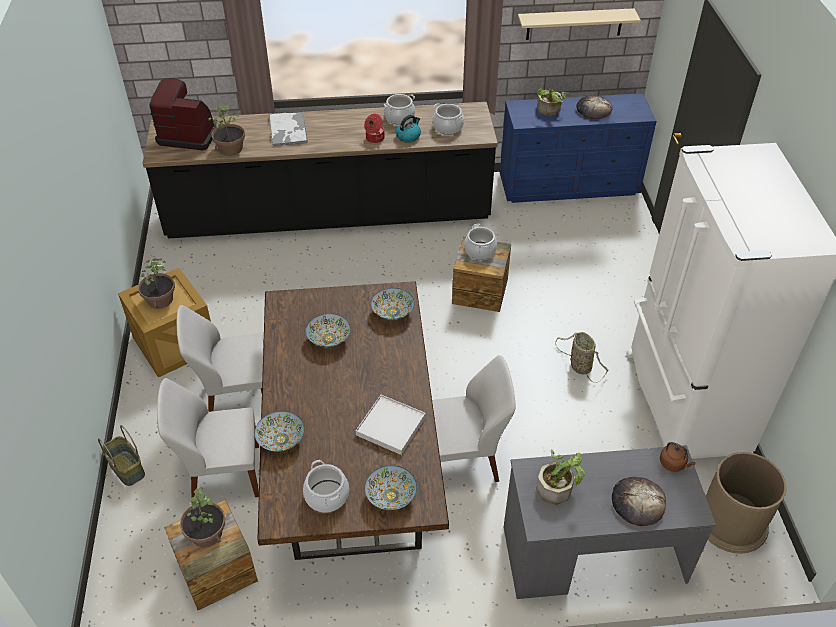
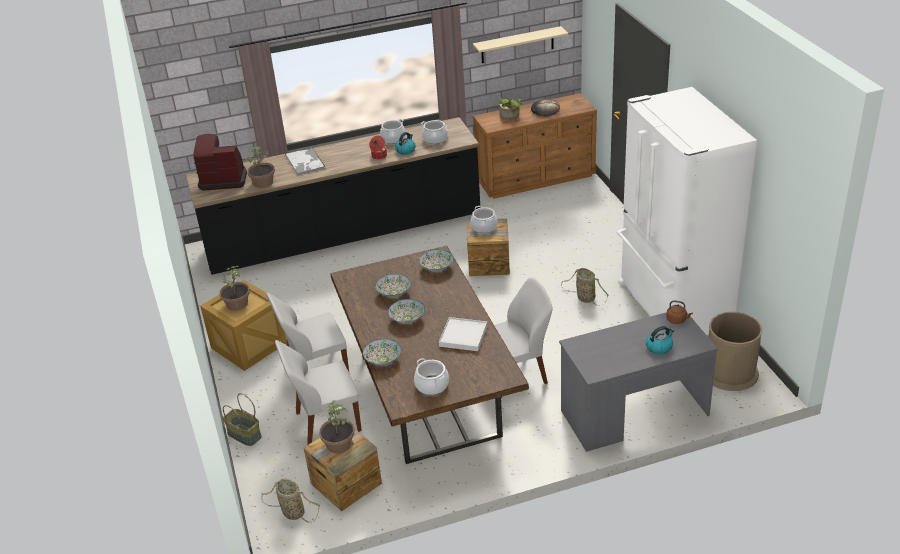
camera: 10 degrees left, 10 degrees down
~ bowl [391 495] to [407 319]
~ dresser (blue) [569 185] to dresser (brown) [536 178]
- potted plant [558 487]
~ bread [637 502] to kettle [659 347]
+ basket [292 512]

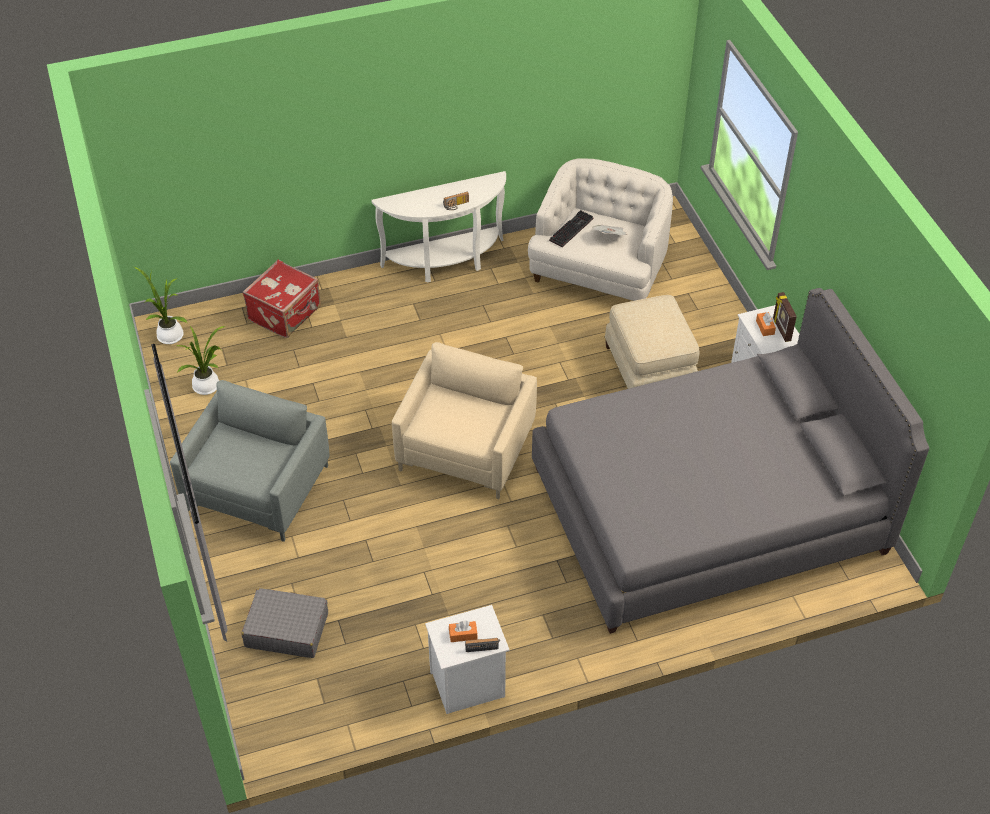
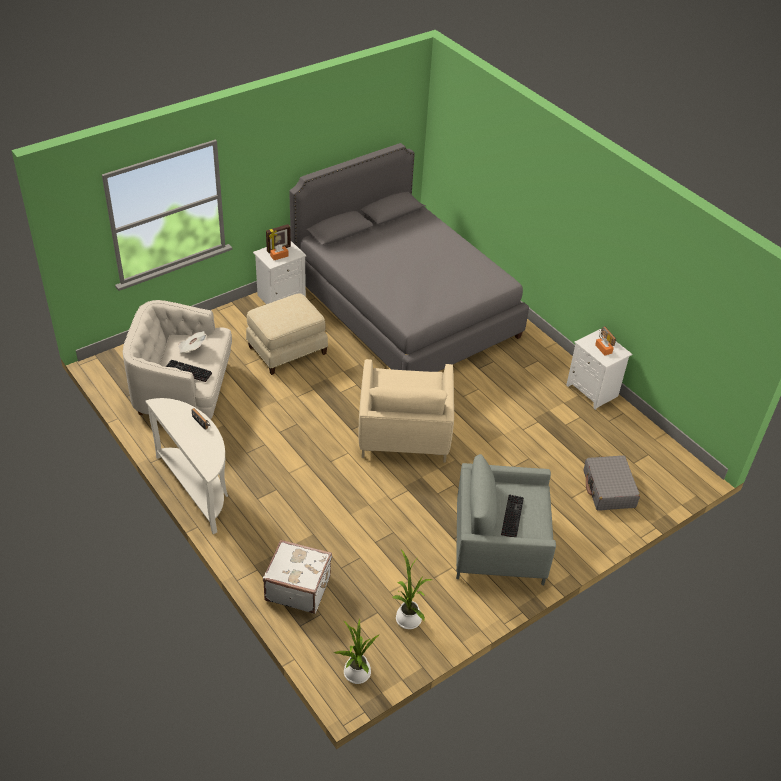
camera: 110 degrees left, 5 degrees down
~ suitcase (red) [286 314] to suitcase (white) [298 587]
~ armchair (beige) [466 448] = [404 431] 90 degrees counterclockwise
+ keyboard [511 516]

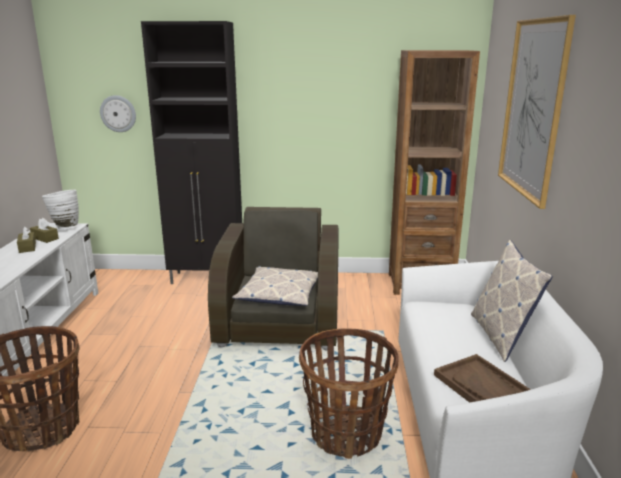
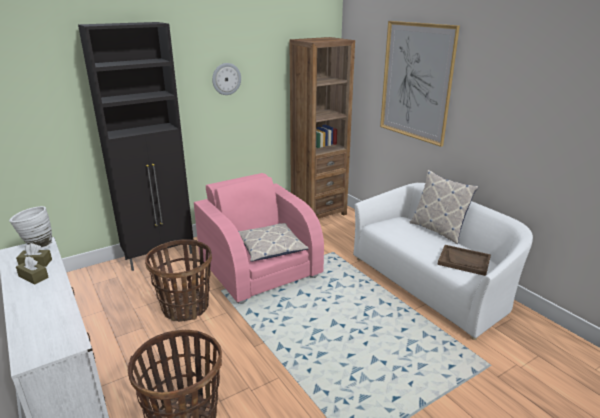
camera: 35 degrees left, 5 degrees up
~ wall clock [118 113] to [226 79]
~ armchair (brown) [280 320] to armchair (pink) [259 268]
~ basket [346 433] to [185 307]

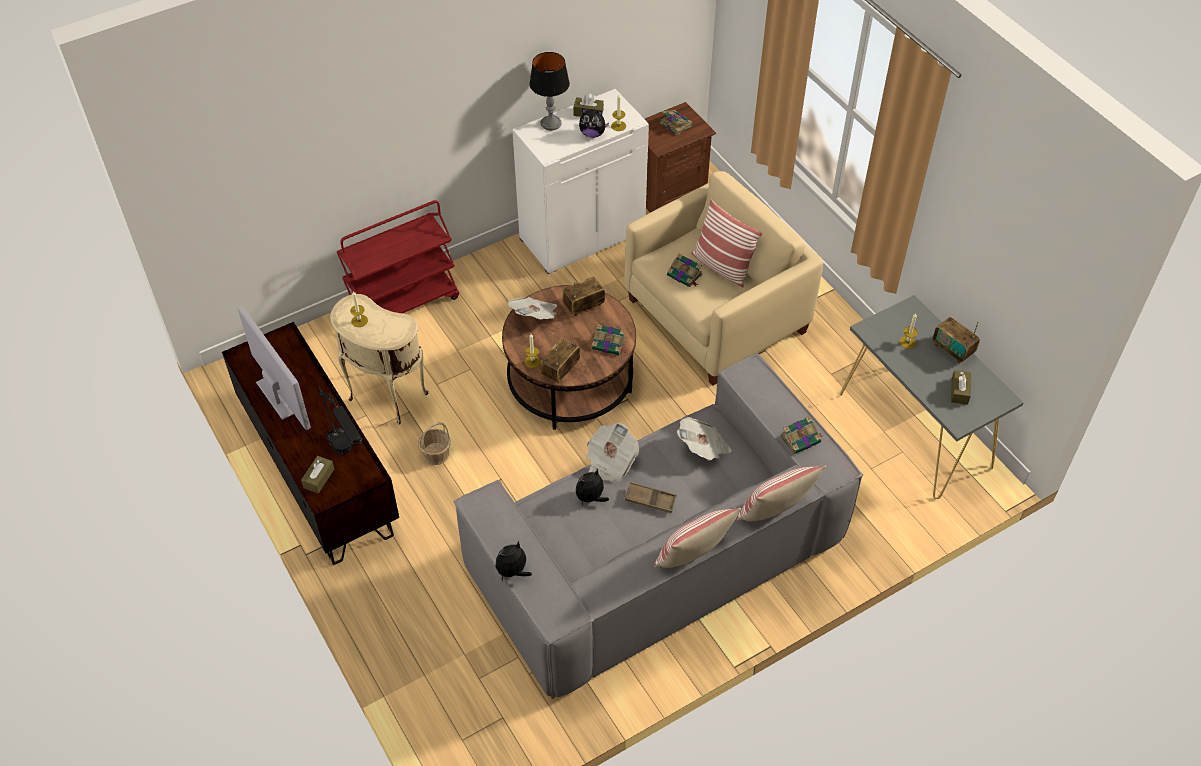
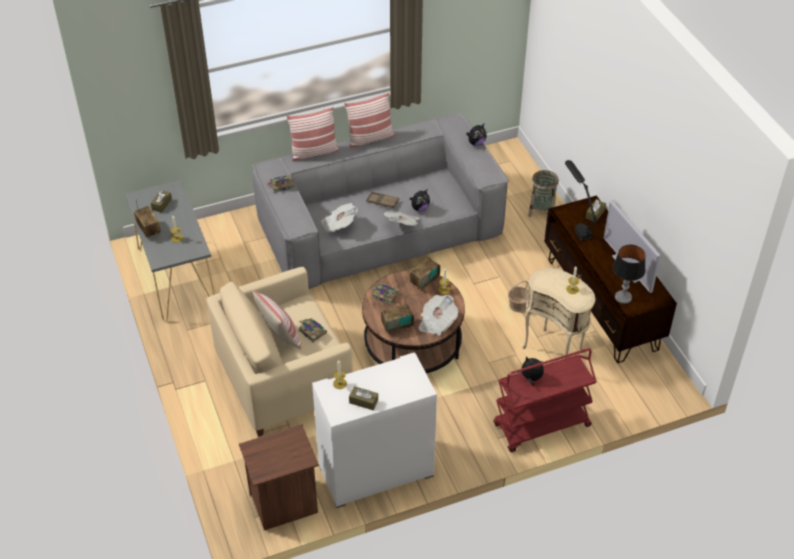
camera: 170 degrees left, 5 degrees down
~ table lamp [550 123] to [623 297]
~ plush toy [592 134] to [531 378]
- book [675 124]
+ basket [541 210]

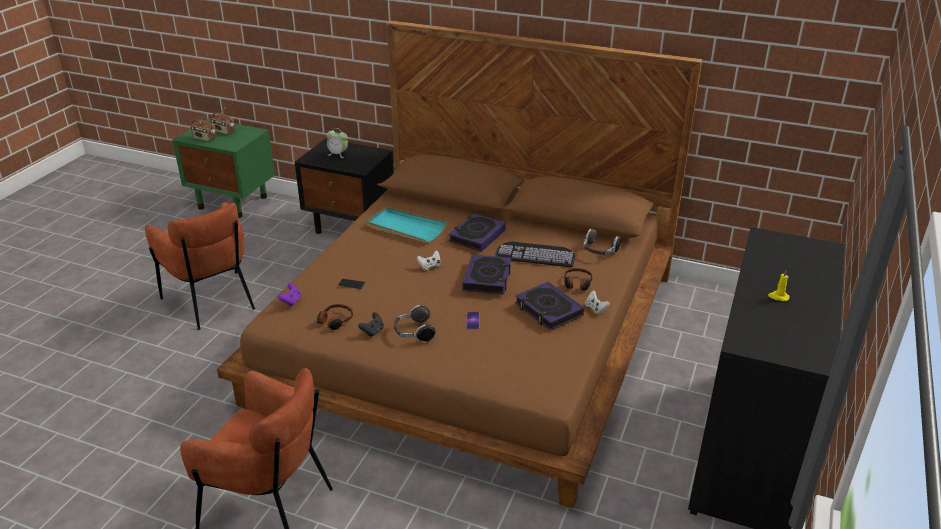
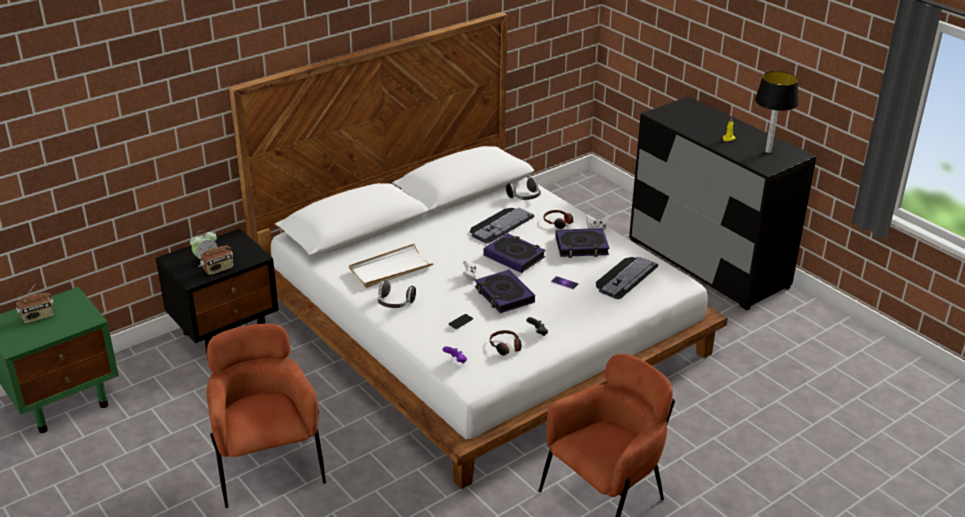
camera: 60 degrees left, 0 degrees up
~ armchair (brown) [213 302] = [267 466] 105 degrees counterclockwise
~ radio [204 138] to [218 269]
~ bed (brown) [470 335] to bed (white) [481 327]
~ tray (turquoise) [405 227] to tray (white) [390 269]
~ headphones [414 333] to [395 304]
~ book [477 236] to [504 295]
+ keyboard [624 276]
+ table lamp [768 151]

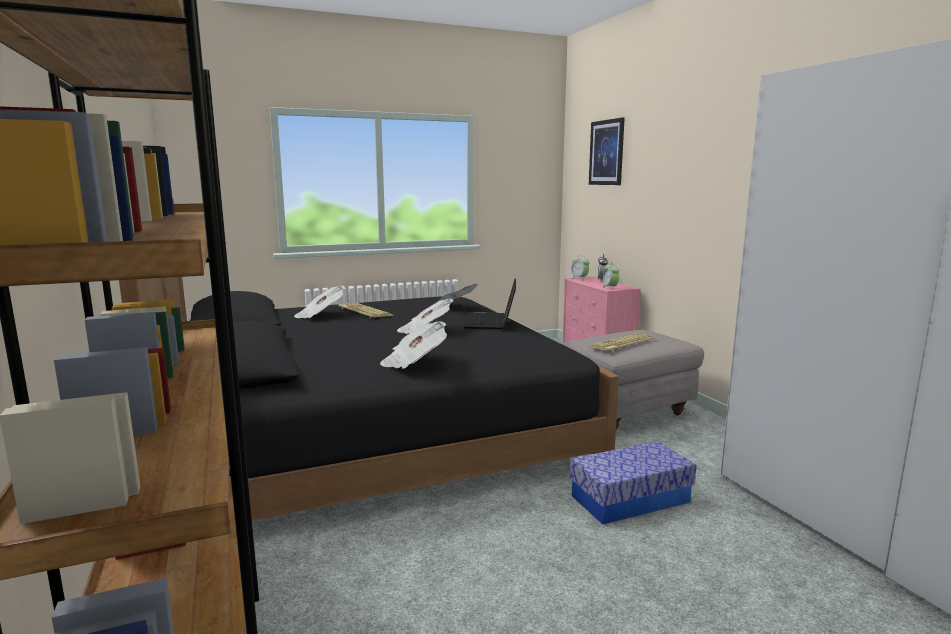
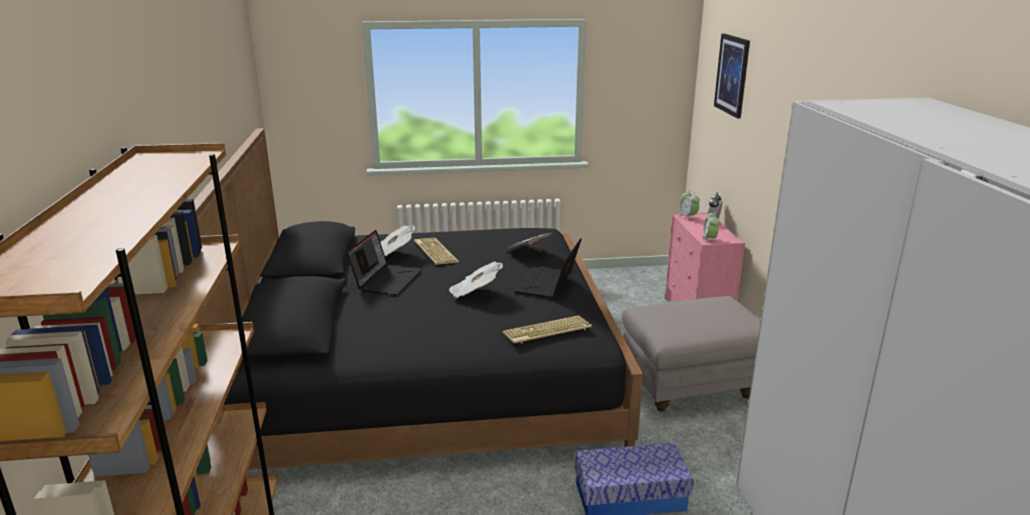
camera: 15 degrees right, 10 degrees up
- newspaper [414 362]
~ keyboard [622 344] to [547 331]
+ laptop [387 280]

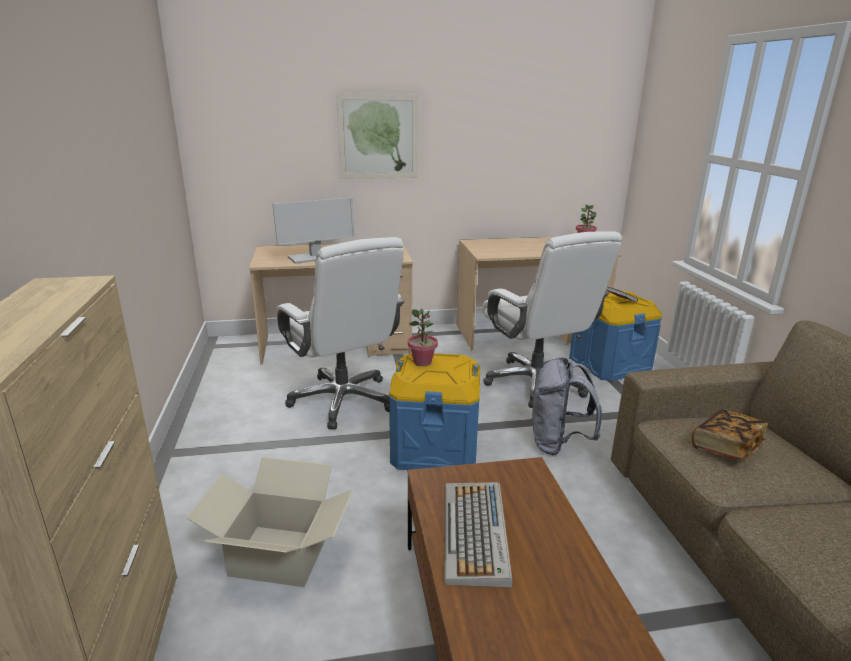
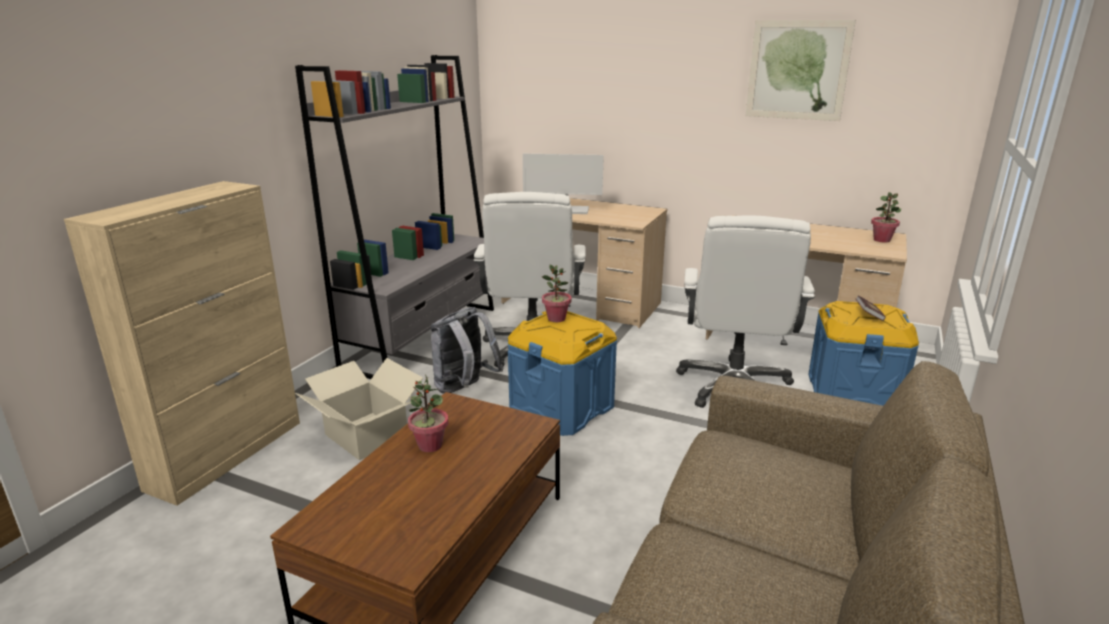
camera: 35 degrees right, 0 degrees up
~ picture [378 137] to [797 70]
~ keyboard [476 533] to potted plant [430 445]
~ backpack (grey) [558 444] to [464 389]
- book [726 447]
+ bookcase (grey) [423 337]

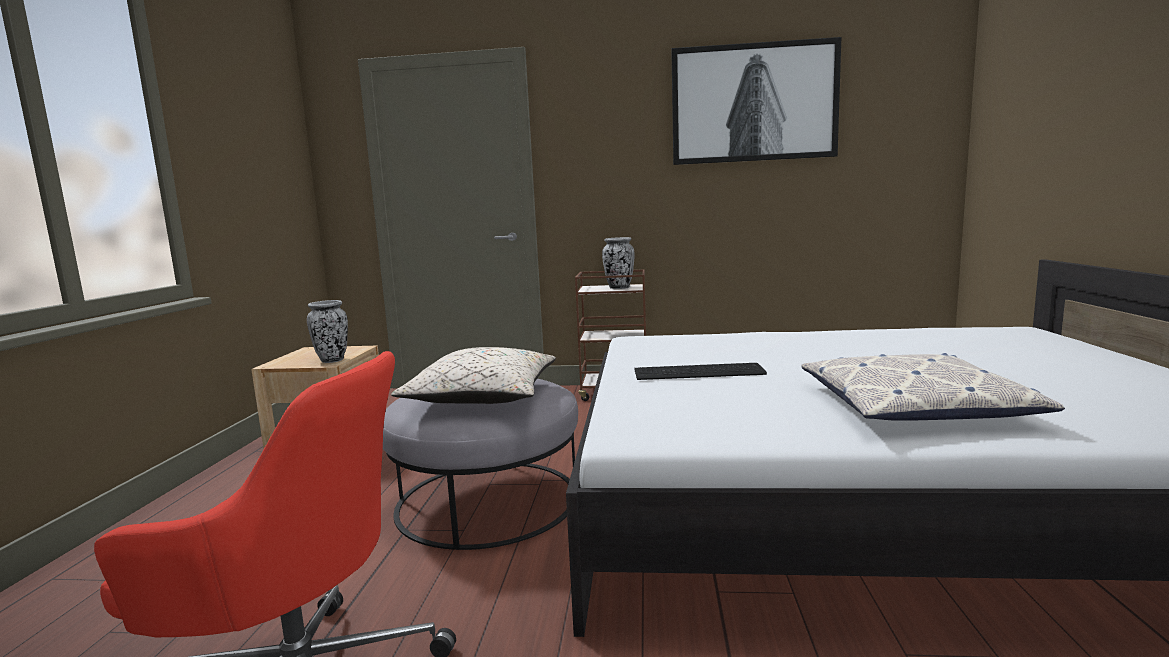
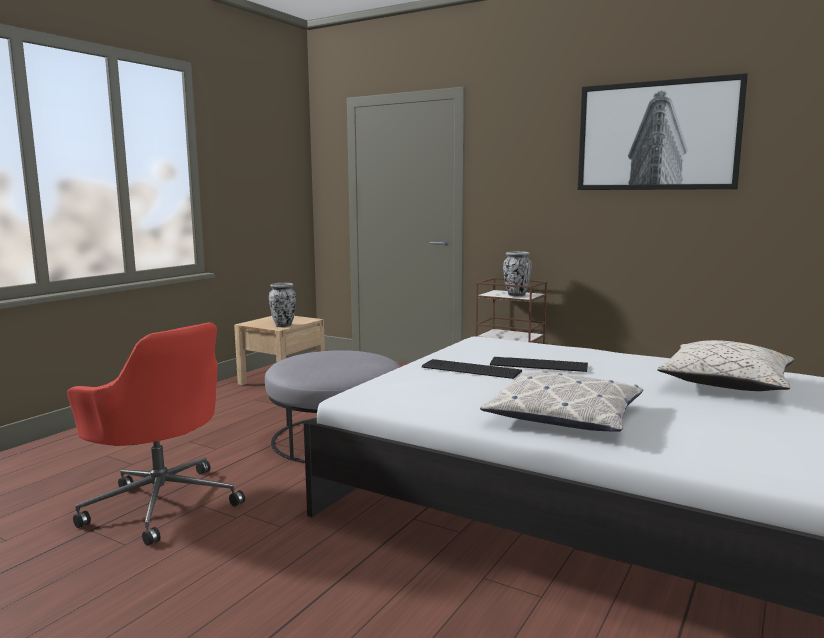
camera: 25 degrees right, 0 degrees up
~ pillow (beige) [484 397] to [726 383]
+ keyboard [537 364]

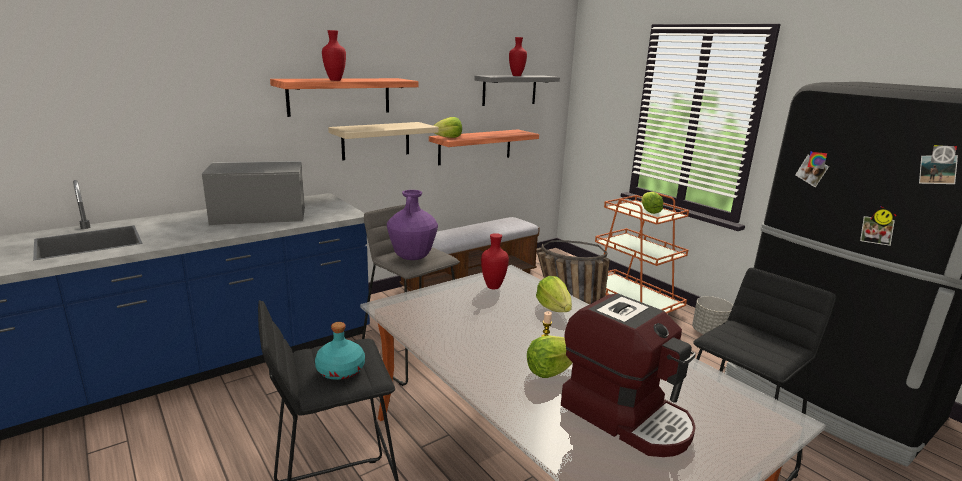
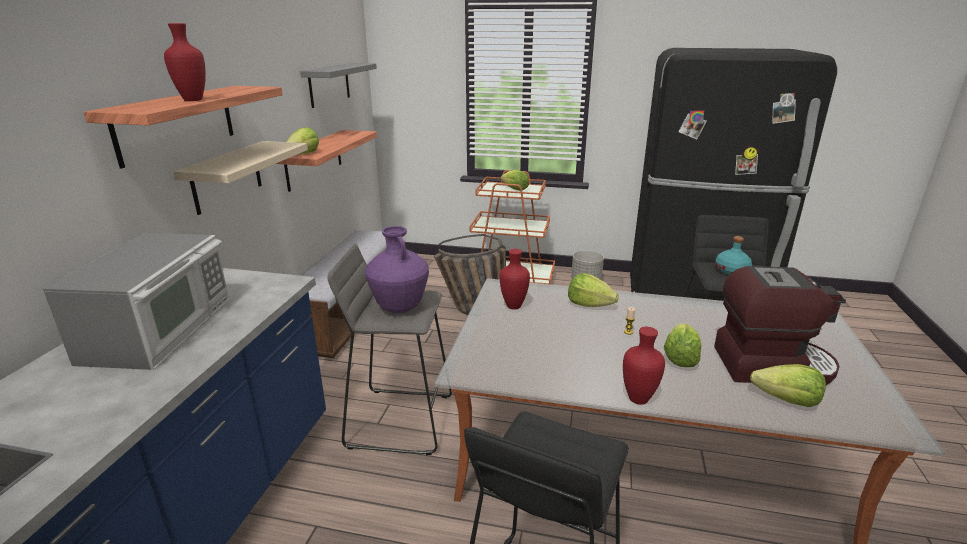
camera: 40 degrees left, 5 degrees up
~ microwave [259 215] = [162 329] 150 degrees clockwise
~ bottle (turquoise) [341 370] to [732 271]
~ vase (red) [516 76] to [638 400]
+ lettuce [787 400]

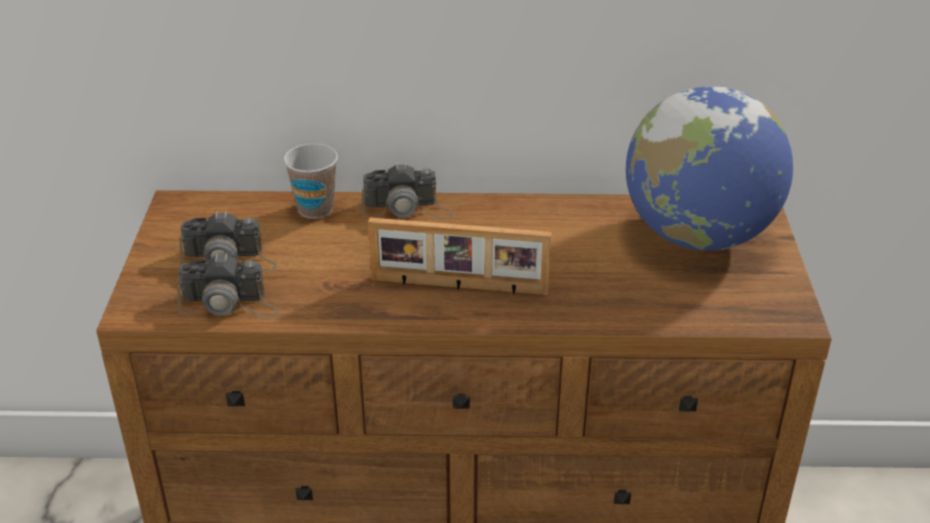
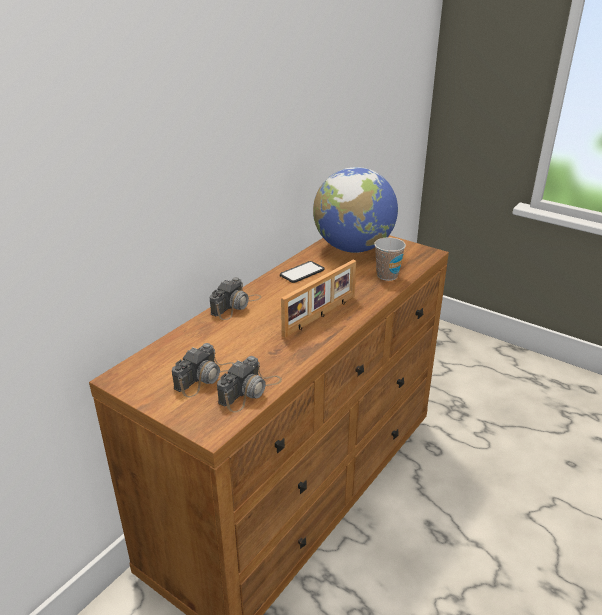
camera: 55 degrees left, 5 degrees down
~ cup [315 209] to [387 275]
+ phone [302 272]

